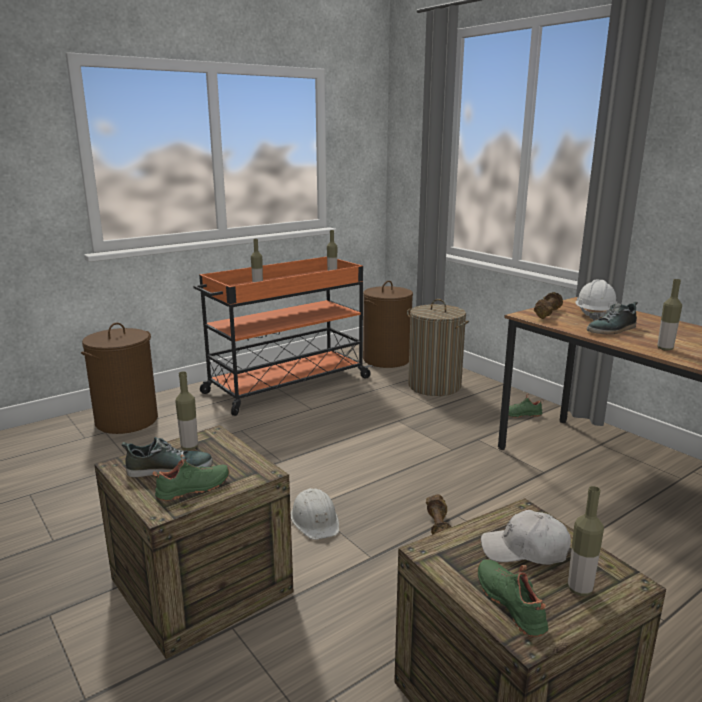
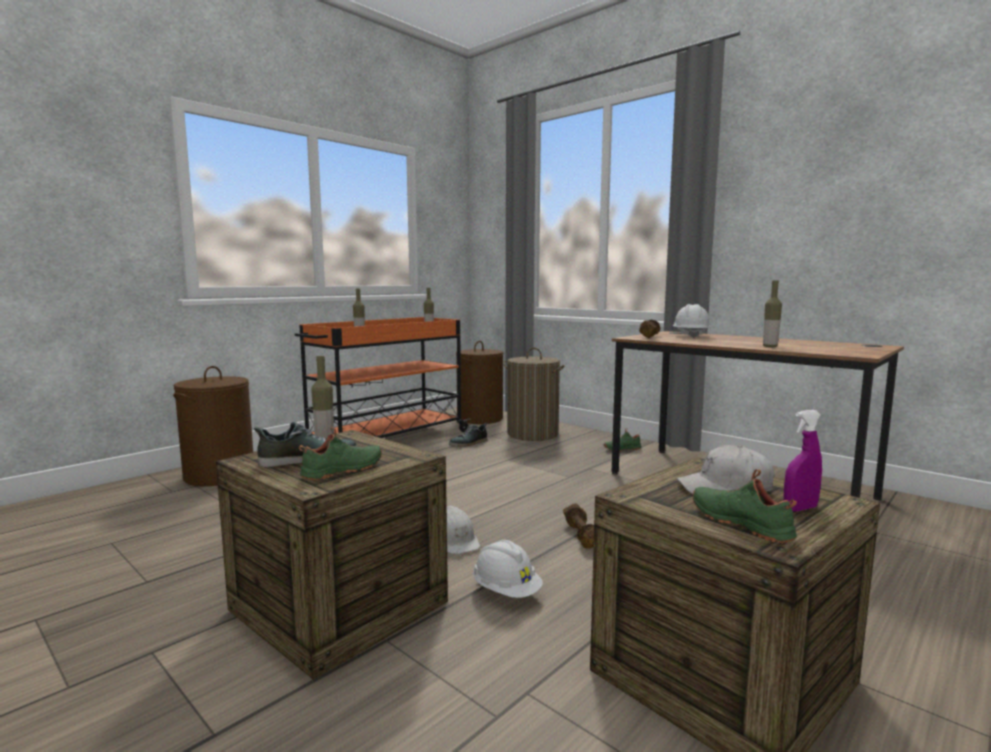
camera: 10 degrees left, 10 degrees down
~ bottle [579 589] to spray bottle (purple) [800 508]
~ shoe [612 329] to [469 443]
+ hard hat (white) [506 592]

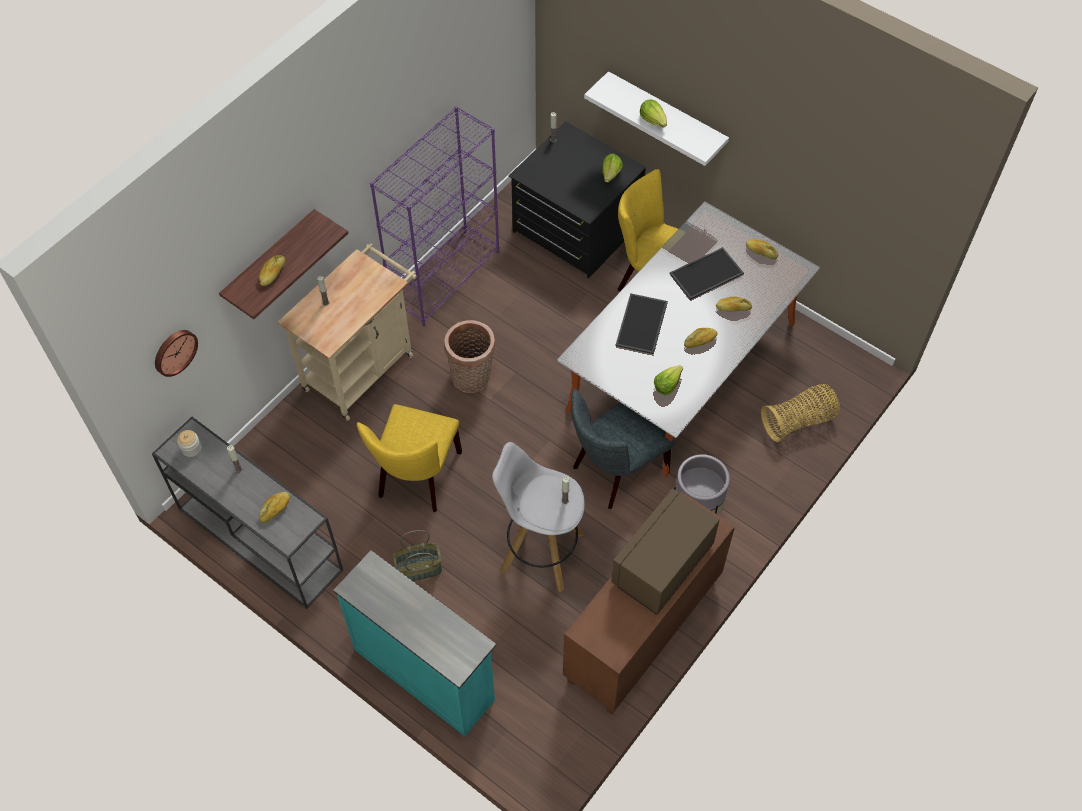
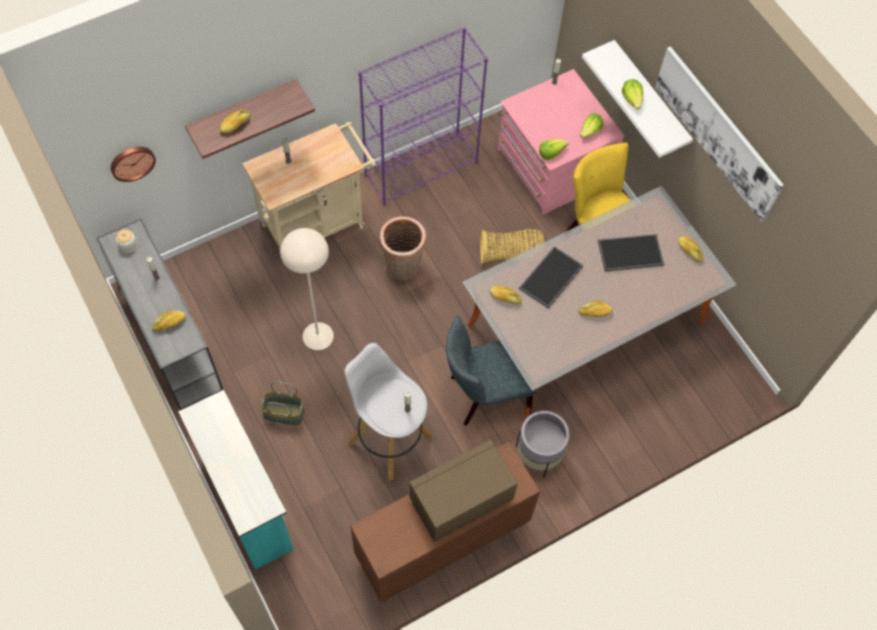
camera: 20 degrees right, 5 degrees up
~ chair (yellow) [417 479] to floor lamp (beige) [317 336]
~ dresser (black) [575 229] to dresser (pink) [552 166]
~ lettuce [667 384] to [551 152]
~ bread [733 308] to [505 297]
~ basket [799 421] to [511 254]
+ picture [717 132]

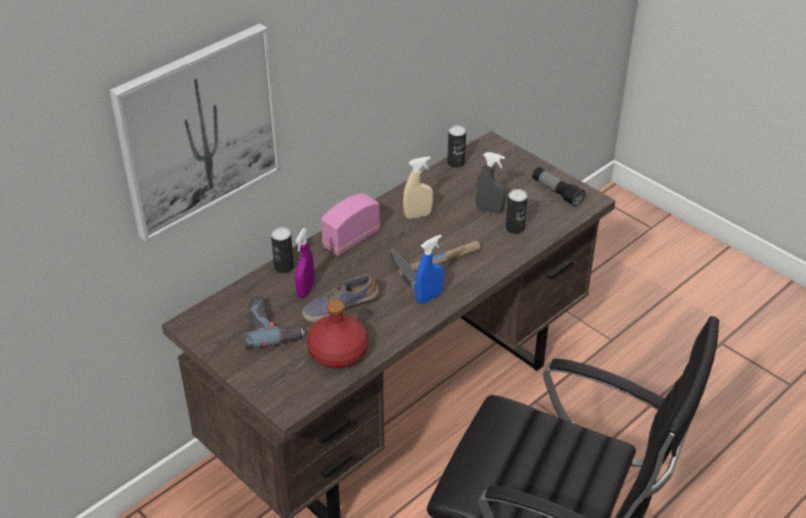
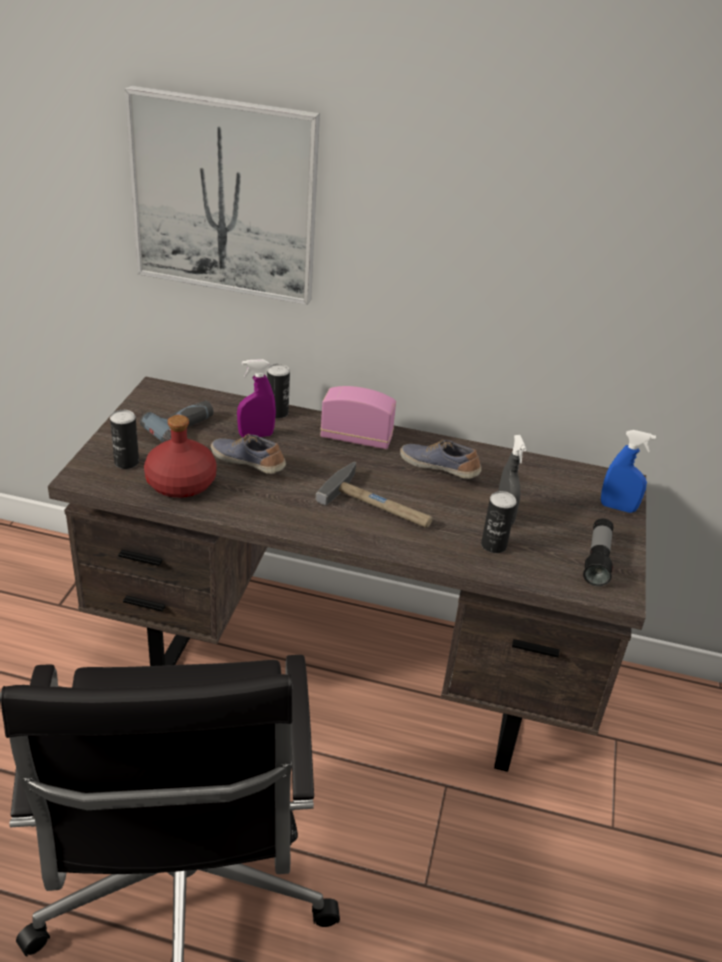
camera: 55 degrees right, 5 degrees down
~ spray bottle (beige) [418 215] to shoe [439 468]
~ spray bottle (blue) [429 297] to [617 507]
~ can [456 163] to [126 462]

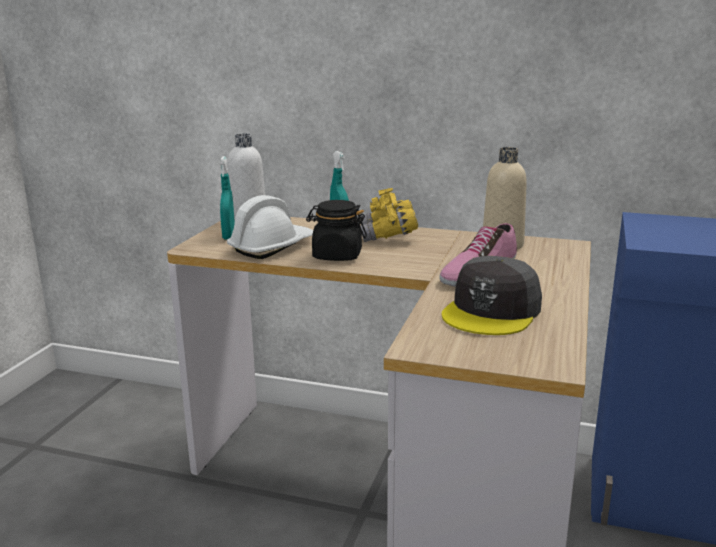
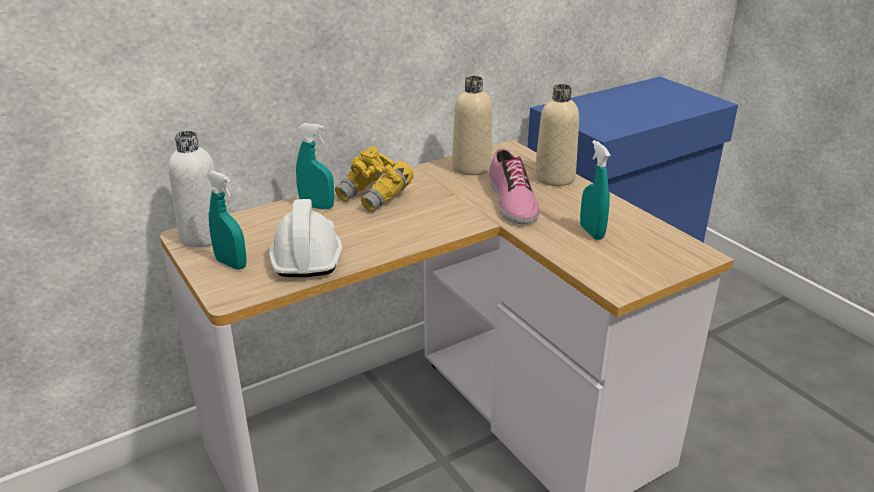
camera: 50 degrees left, 10 degrees up
- jar (black) [337 255]
~ cap (grey) [492 311] to spray bottle (turquoise) [591 232]
+ bottle (beige) [554 178]

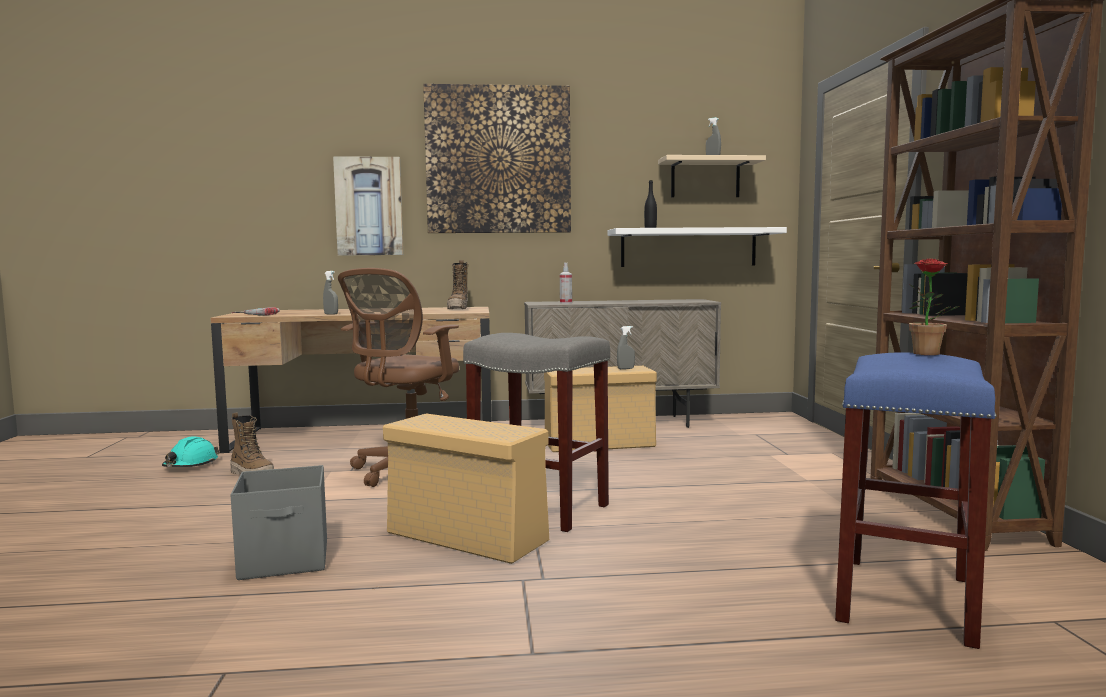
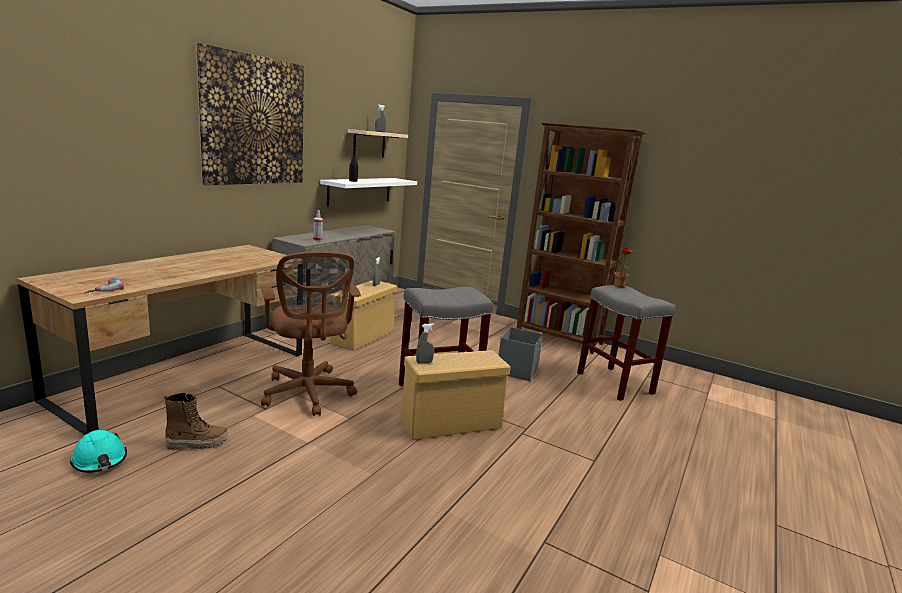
camera: 55 degrees left, 10 degrees up
~ storage box (grey) [286 560] to [517 370]
~ spray bottle (grey) [331 314] to [424 362]
- picture [369 206]
- boot [458 309]
~ stool (blue) [907 600] to stool (grey) [616 383]

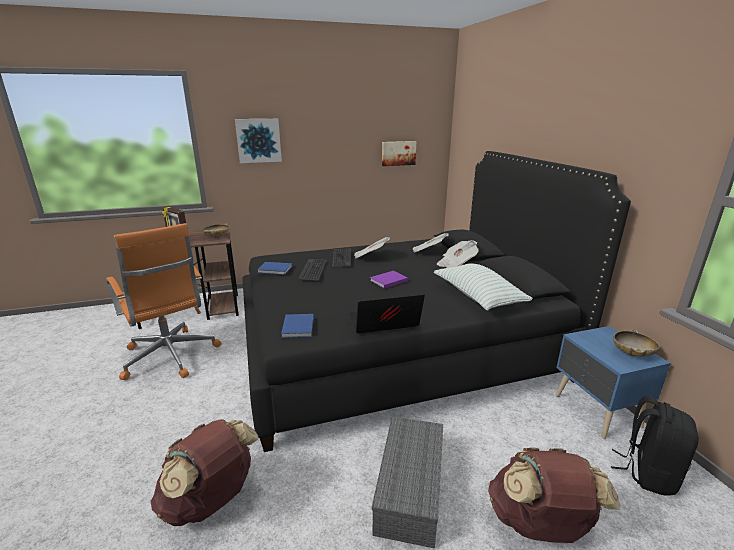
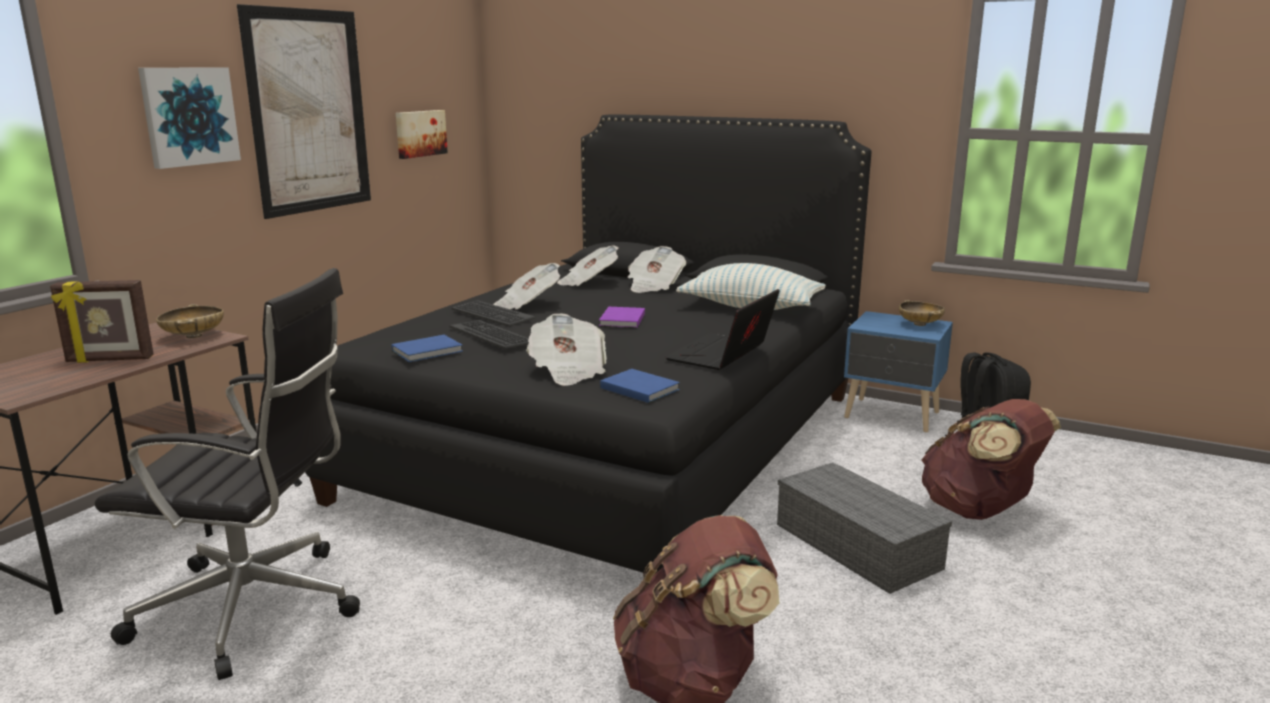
camera: 45 degrees left, 5 degrees down
~ office chair (orange) [170 357] to office chair (black) [255 609]
+ picture [309 111]
+ newspaper [568 371]

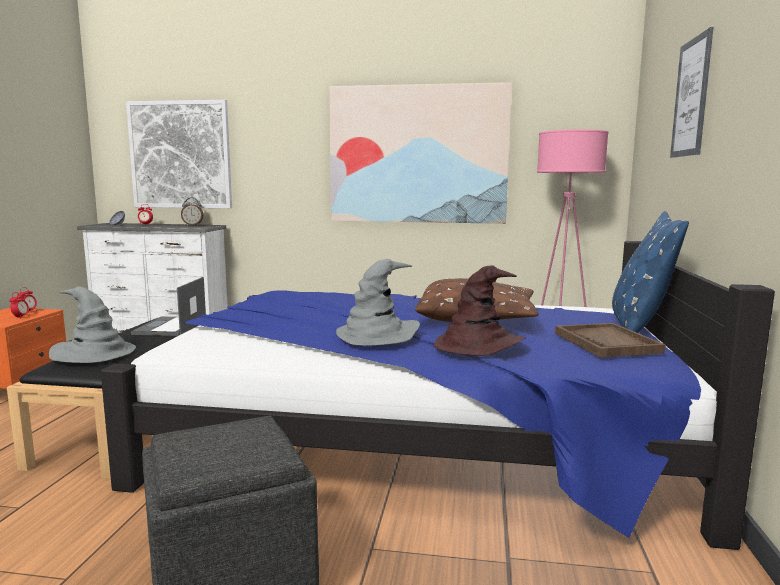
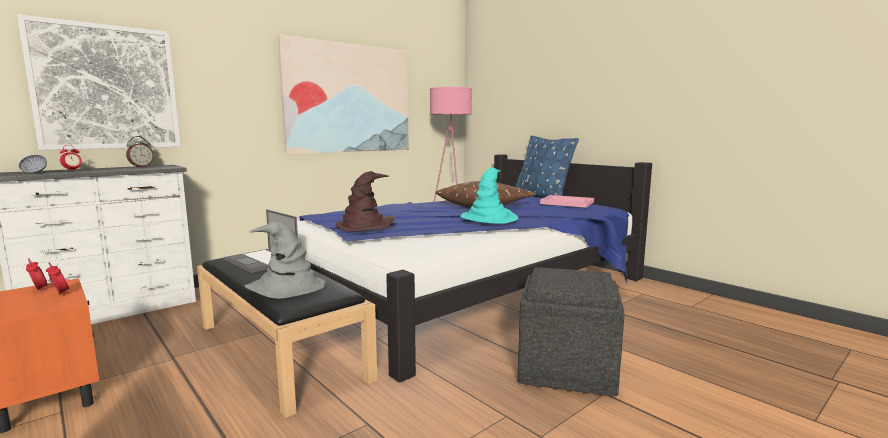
camera: 50 degrees left, 0 degrees up
~ hat (grey) [377 334] to hat (turquoise) [489 218]
~ hat (brown) [478 344] to [365 225]
~ tray (brown) [606 343] to tray (pink) [567 203]
- picture [691 98]

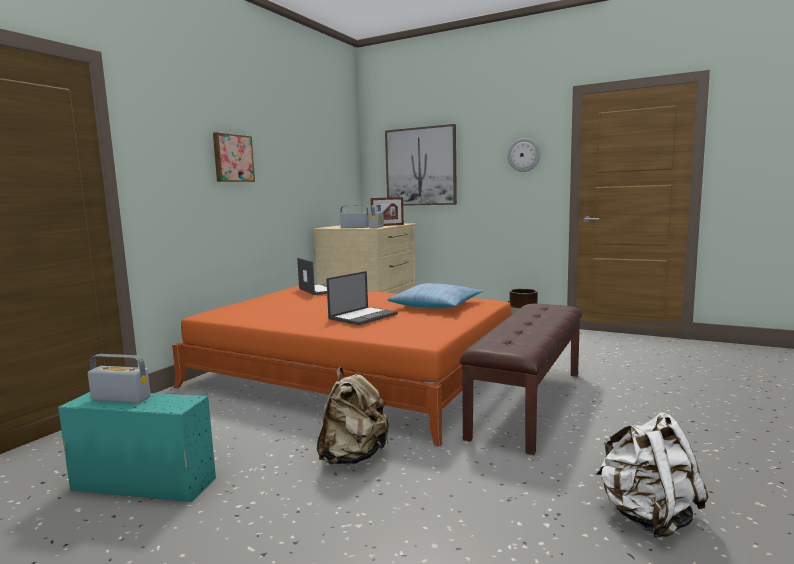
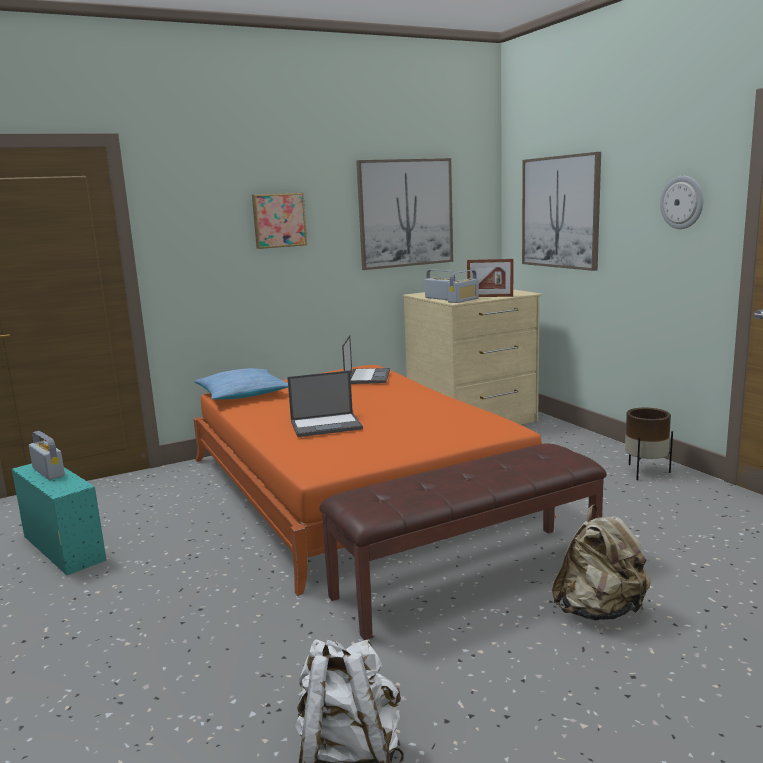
camera: 35 degrees right, 5 degrees up
~ backpack (beige) [353 457] to [599 611]
~ pillow [436 306] to [242 394]
+ picture [405 213]

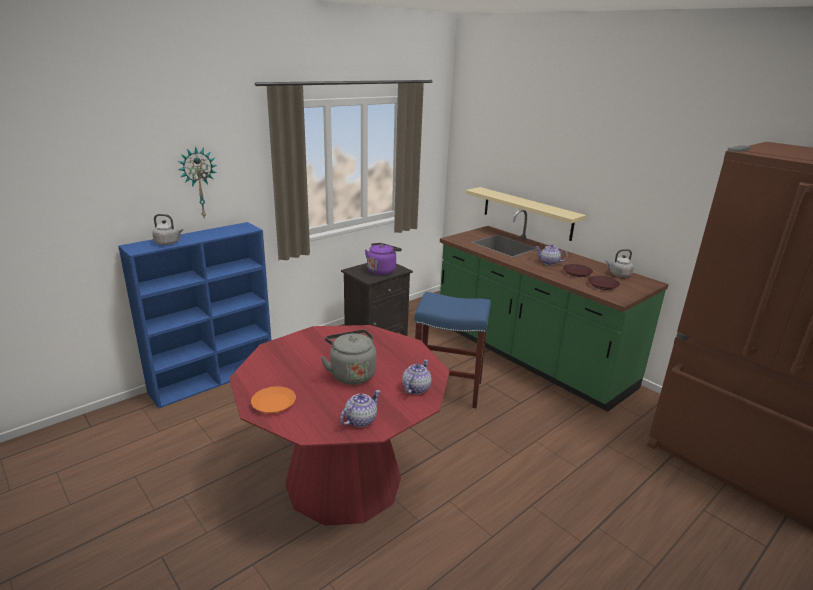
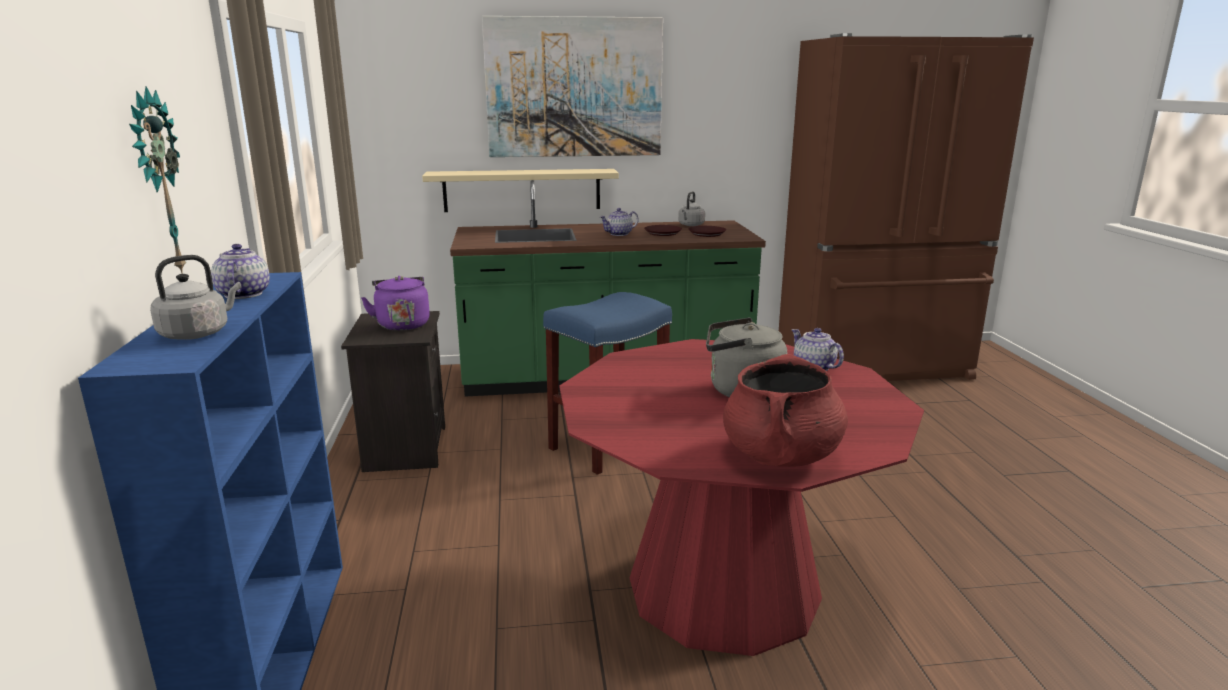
camera: 55 degrees left, 5 degrees down
~ plate (orange) [273 404] to cooking pot (red) [781 456]
~ teapot [360 420] to [243 294]
+ picture [574 88]

